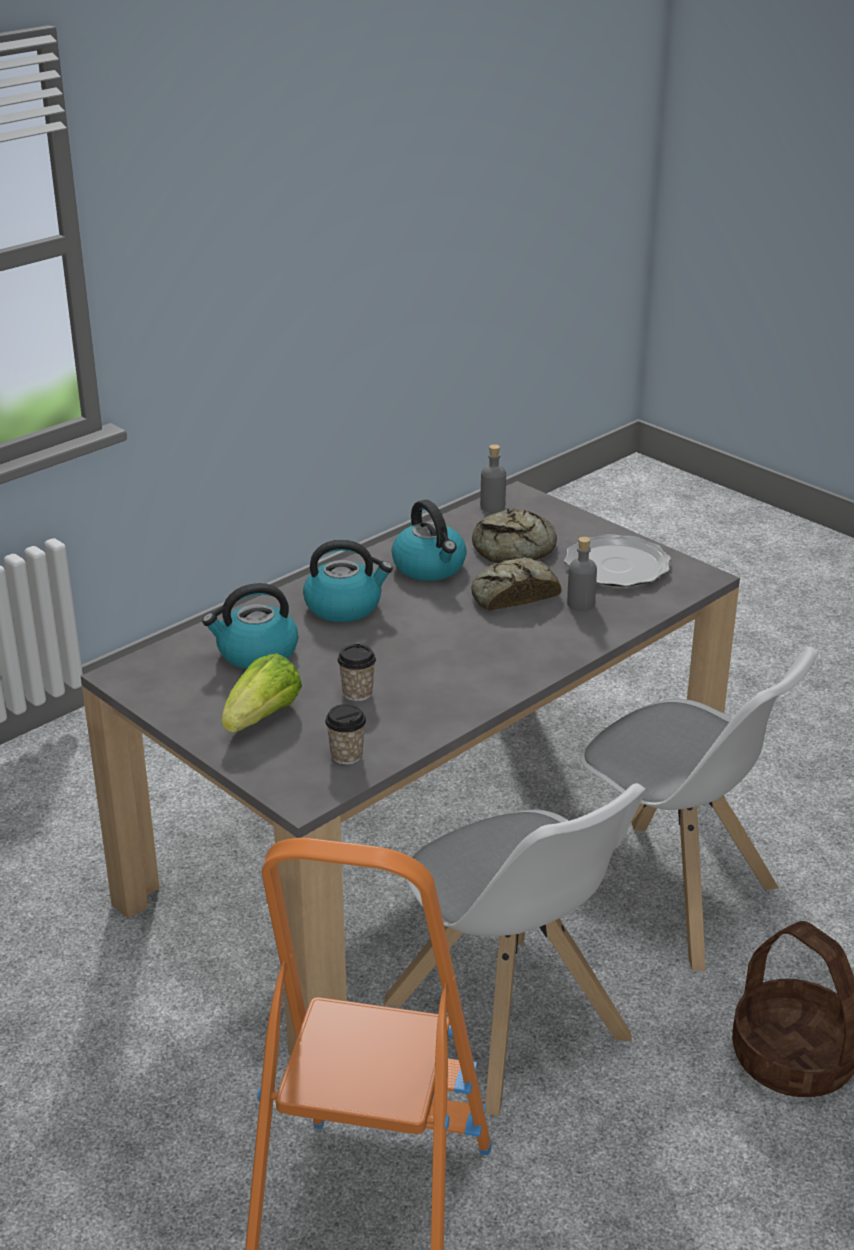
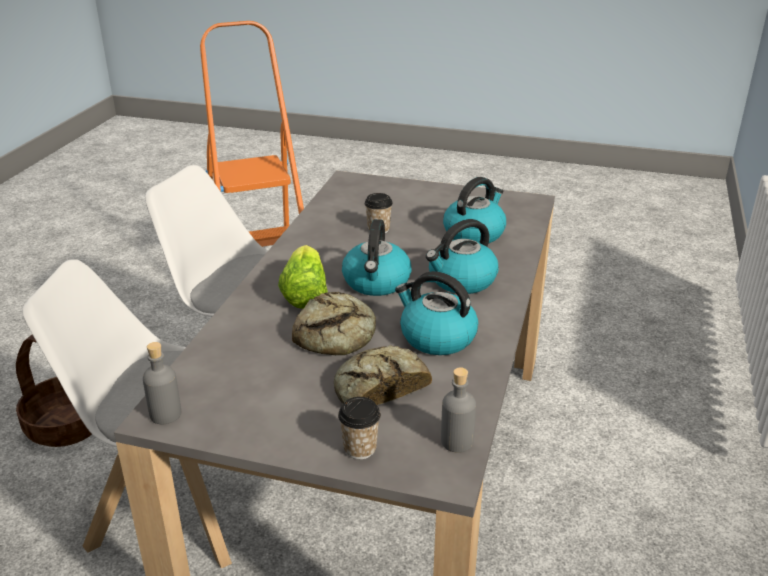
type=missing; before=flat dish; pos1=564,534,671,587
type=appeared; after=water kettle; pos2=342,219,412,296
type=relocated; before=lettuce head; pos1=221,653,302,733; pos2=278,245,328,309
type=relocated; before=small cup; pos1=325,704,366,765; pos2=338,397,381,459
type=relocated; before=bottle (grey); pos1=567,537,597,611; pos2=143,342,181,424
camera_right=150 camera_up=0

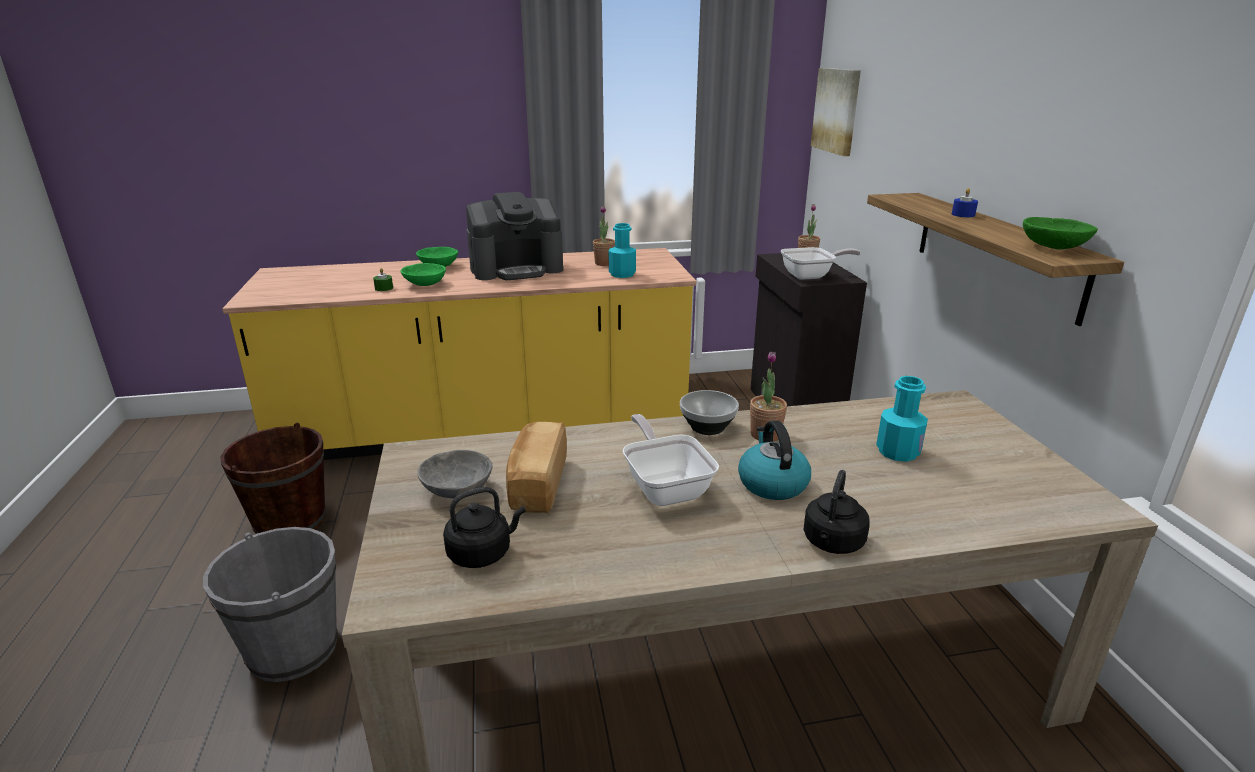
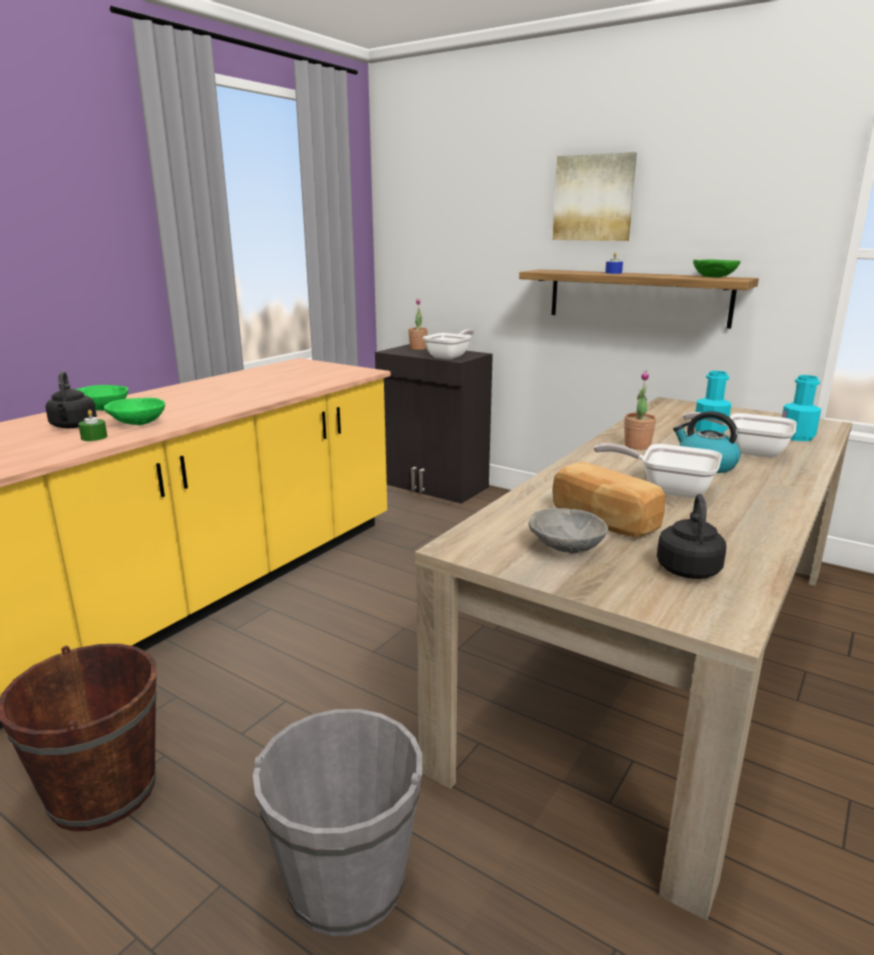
type=missing; before=coffee maker; pos1=466,192,563,280
type=missing; before=plant in a pot; pos1=593,206,615,266
type=missing; before=serving bowl; pos1=680,390,739,435
type=appeared; after=pan; pos2=683,412,797,458
type=relocated; before=bottle (turquoise-coloured); pos1=609,223,636,278; pos2=782,375,821,441
type=relocated; before=water kettle (black-coloured); pos1=803,470,870,554; pos2=46,371,97,428
type=relocated; before=wall art; pos1=811,68,861,156; pos2=552,152,637,241
camera_right=-45 camera_up=-5

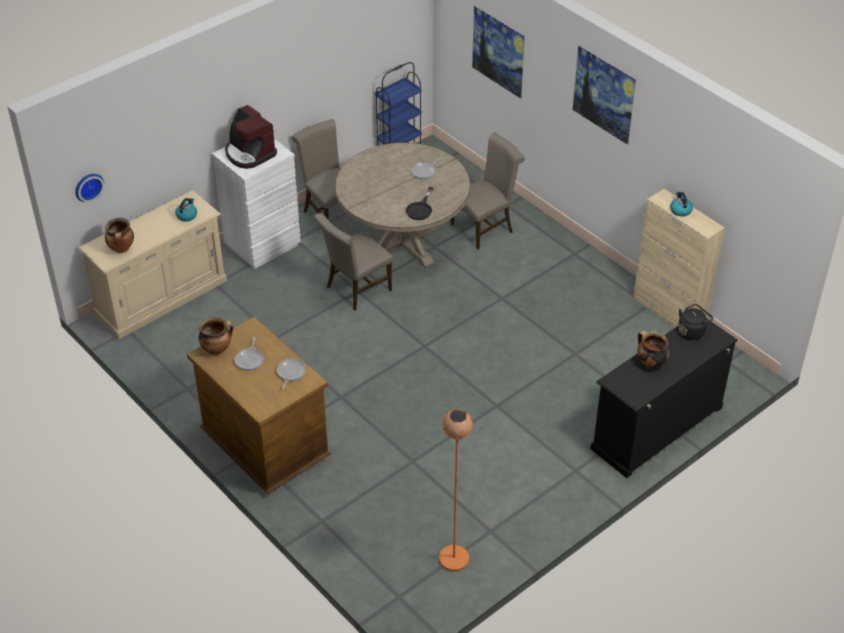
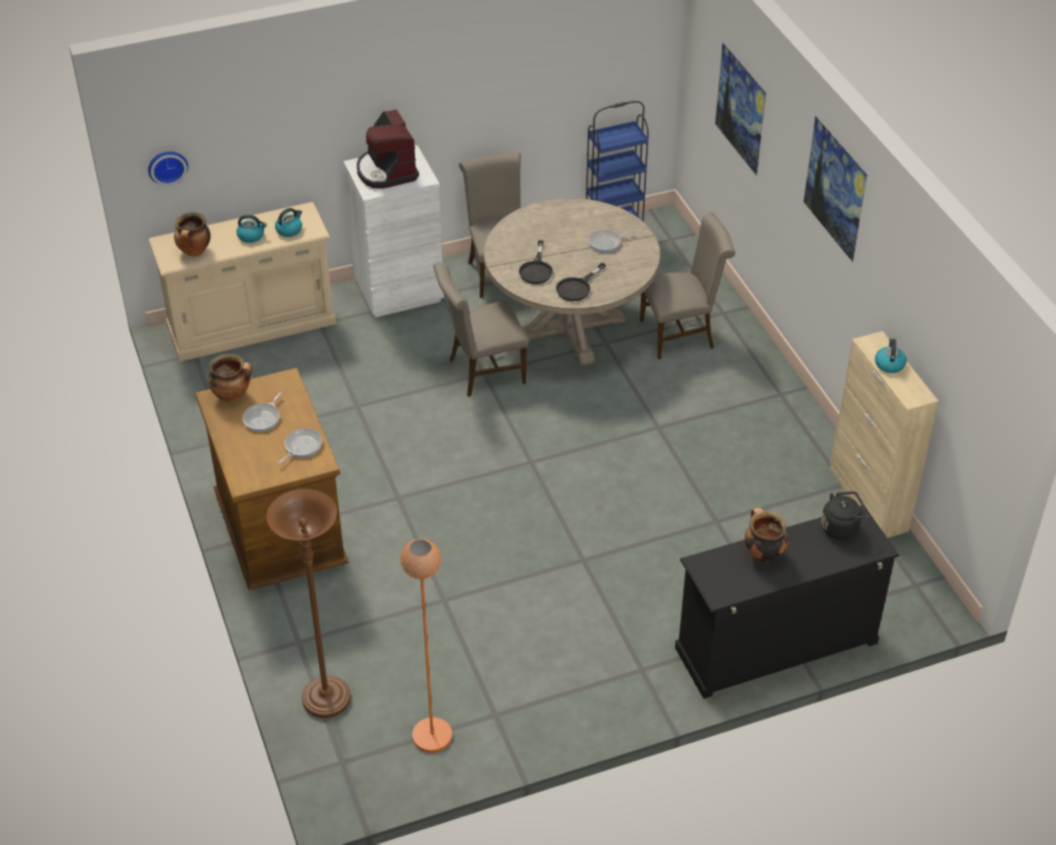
type=appeared; after=water kettle; pos2=236,215,267,243
type=appeared; after=standard lamp (brown-coloured); pos2=267,489,351,718
type=appeared; after=pan (black-coloured); pos2=519,240,553,284
camera_right=20 camera_up=0

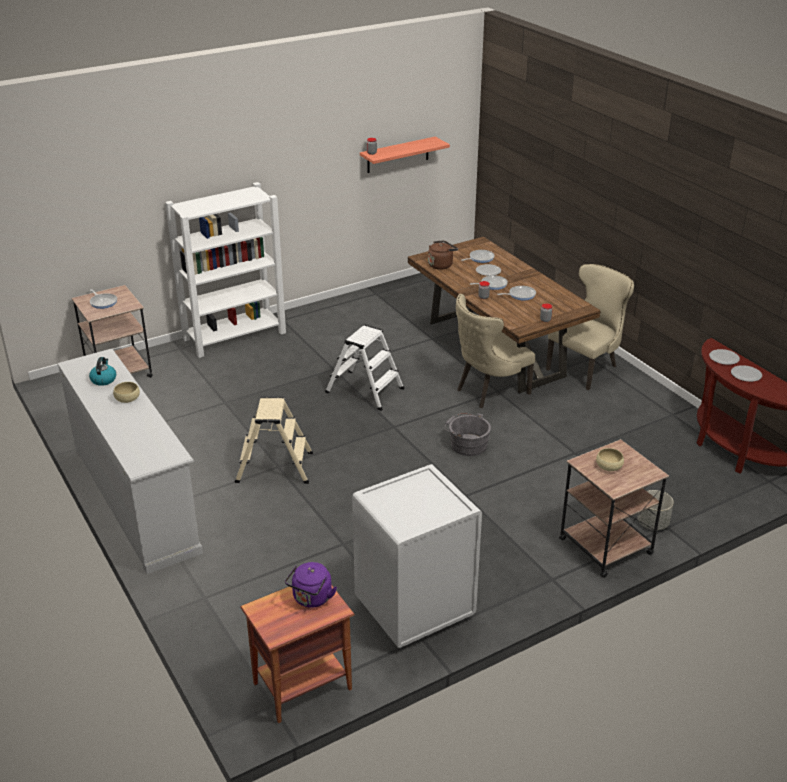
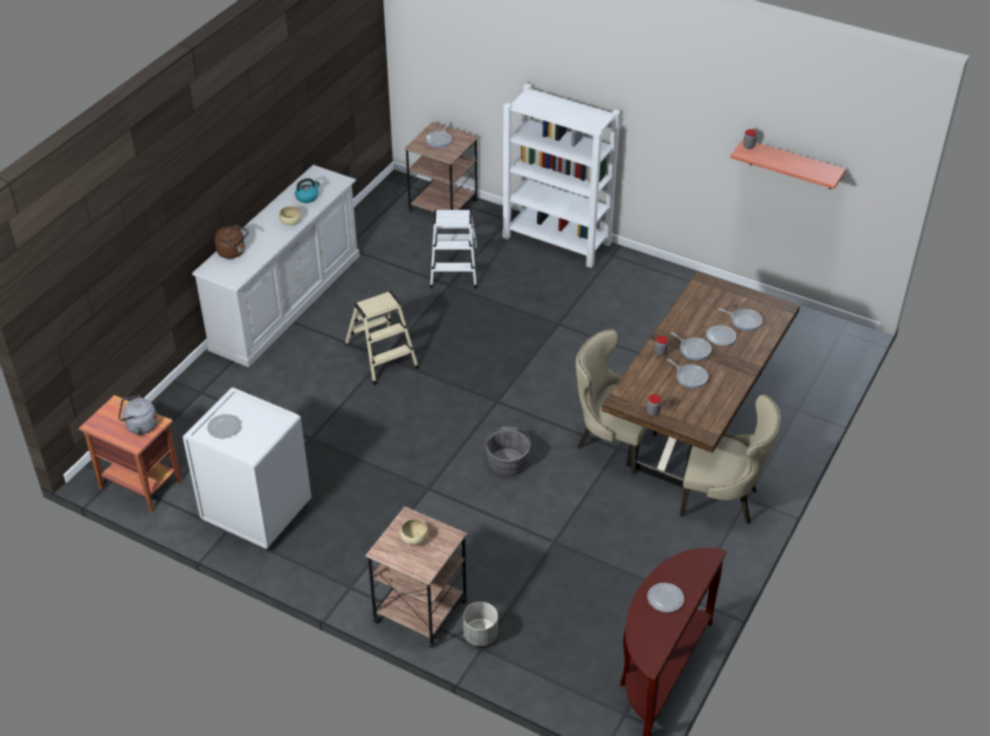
type=relocated; before=stepladder (white-coloured); pos1=325,324,405,411; pos2=430,210,478,289
type=relocated; before=water kettle (brown-coloured); pos1=428,241,458,270; pos2=215,224,249,259
type=relocated; before=flat dish; pos1=709,349,740,365; pos2=207,414,241,438
type=colour; before=water kettle (purplish); after=water kettle (grey); pos1=285,562,337,608; pos2=118,395,158,435
camera_right=60 camera_up=10

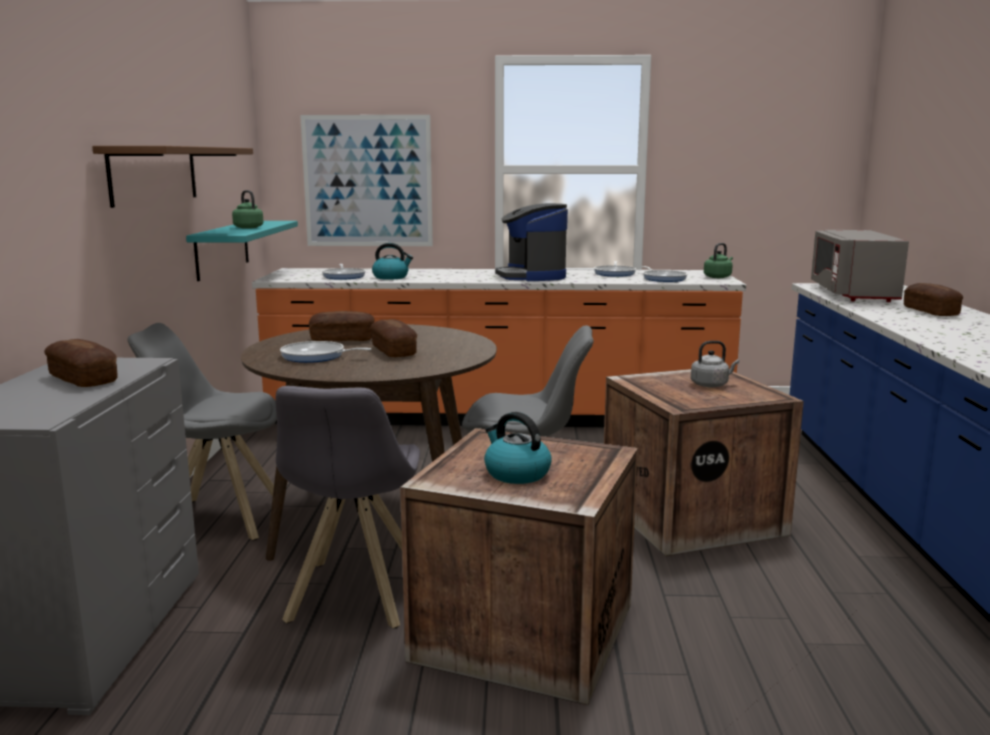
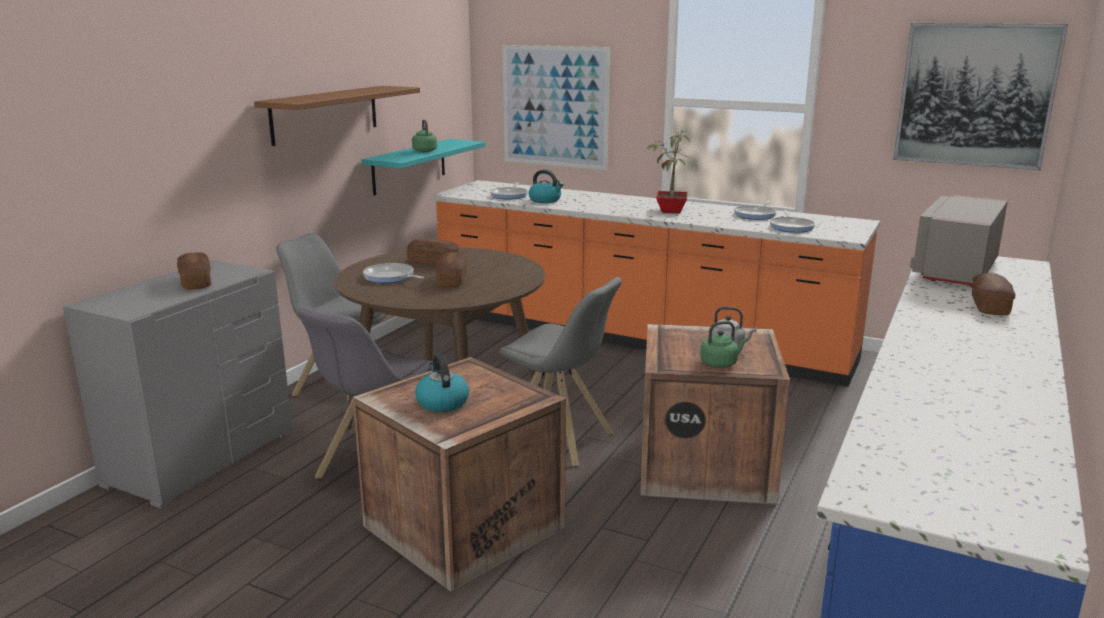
type=appeared; after=wall art; pos2=893,23,1068,170
type=relocated; before=water kettle (green); pos1=704,243,733,278; pos2=700,321,748,368
type=exchanged; before=coffee maker; after=plant in a pot; pos1=495,203,568,281; pos2=647,130,697,213
camera_right=25 camera_up=5

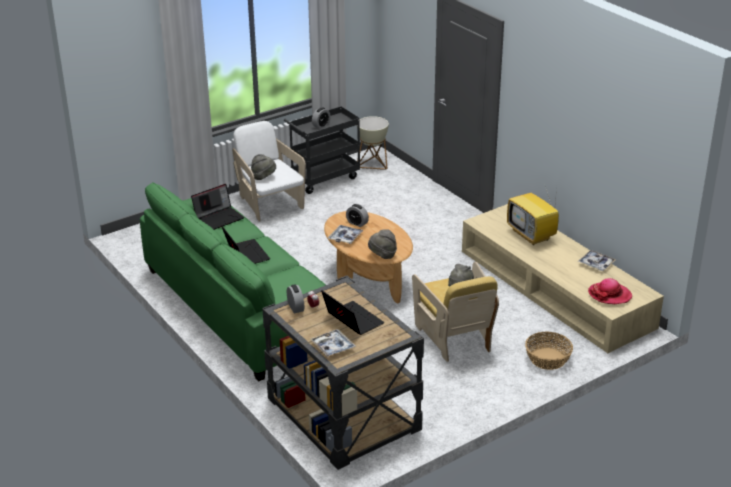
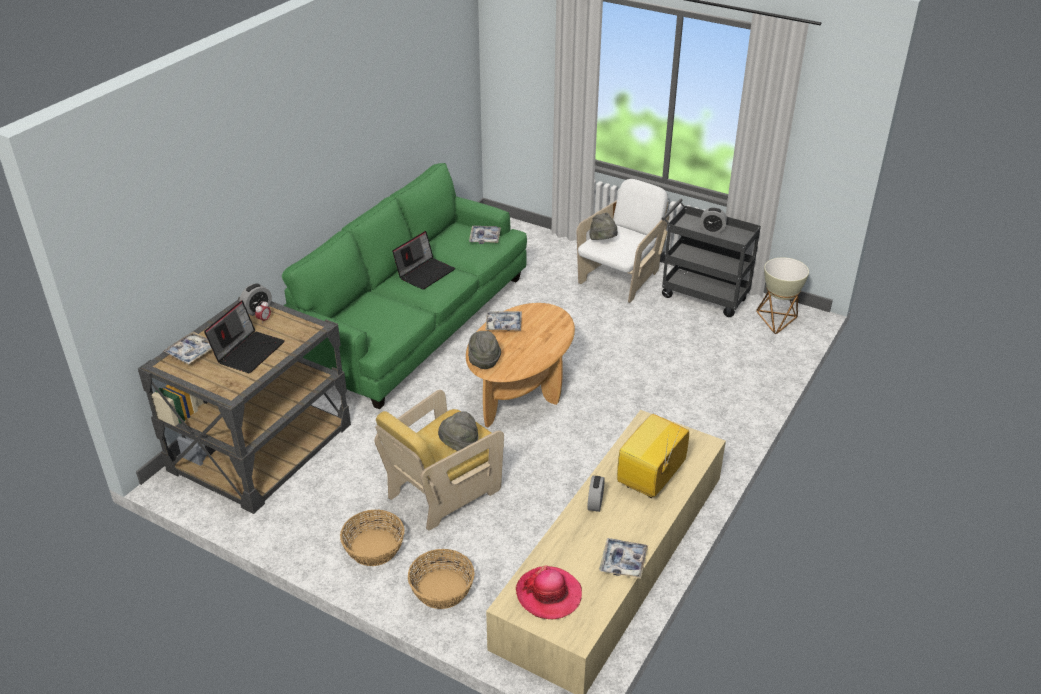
type=appeared; after=household basket; pos2=340,509,405,566
type=relocated; before=alarm clock; pos1=346,204,369,227; pos2=587,476,605,512
type=exchanged; before=portable computer; after=tray; pos1=191,184,244,230; pos2=469,226,501,244
camera_right=65 camera_up=5

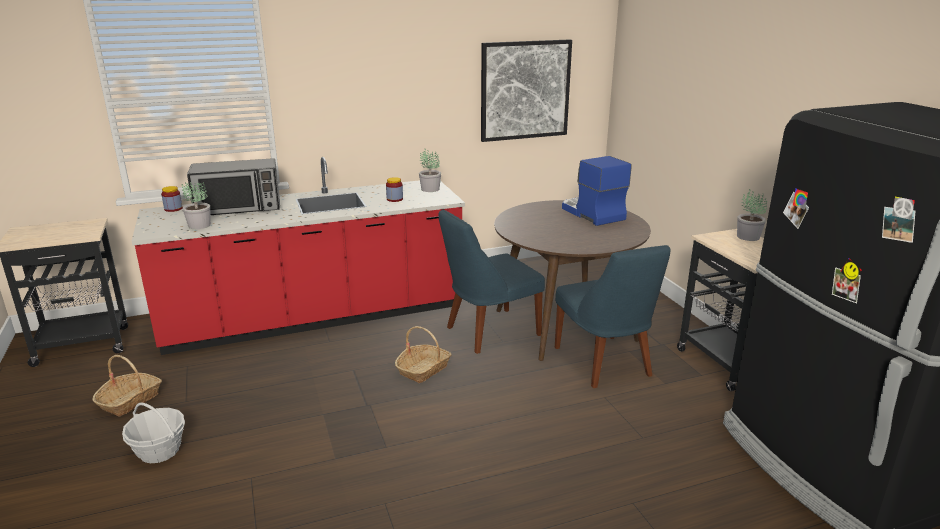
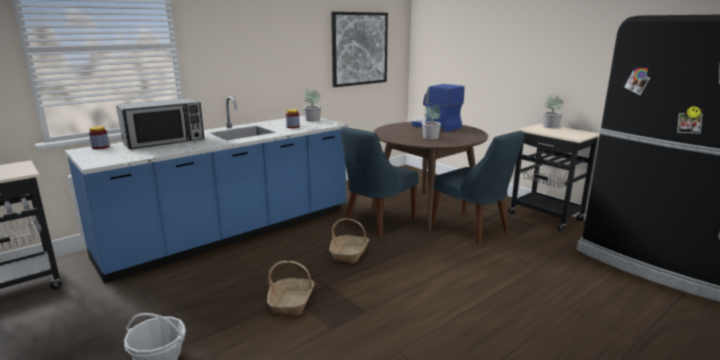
type=relocated; before=household basket; pos1=92,355,162,417; pos2=267,261,314,316
type=relocated; before=plant in a pot; pos1=182,181,211,229; pos2=422,105,441,139
type=colour; before=kitchen counter (reddish); after=kitchen counter (blue-coloured); pos1=132,157,465,355; pos2=65,96,349,283
camera_right=-20 camera_up=-5

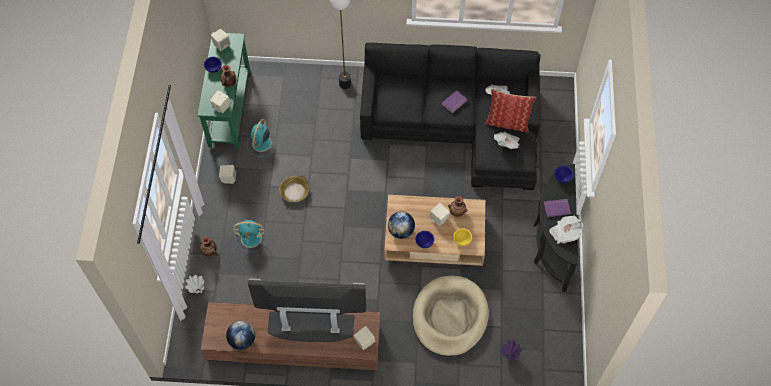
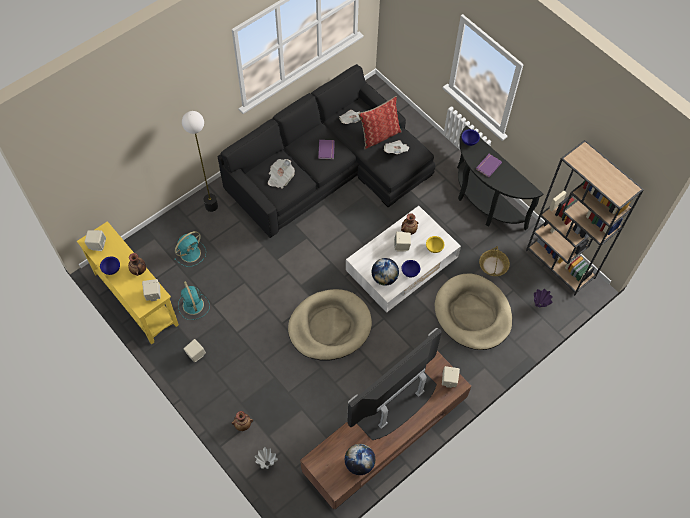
type=appeared; after=dog bed (sand-coloured); pos2=288,289,372,360
type=appeared; after=bookcase; pos2=526,140,644,296
type=relocated; before=electric fan (turquoise-coloured); pos1=233,219,267,252; pos2=175,231,206,267
type=relocated; before=household basket; pos1=279,176,309,202; pos2=479,246,510,276
type=relocated; before=daily paper; pos1=549,216,583,244; pos2=268,159,295,189
type=colour; before=hall table (green); after=hall table (yellow-coloured); pos1=197,32,251,149; pos2=77,221,179,345
type=colour; before=low table (brown-coloured); after=low table (white-coloured); pos1=384,195,486,266; pos2=346,206,461,313
camera_right=-45 camera_up=0

